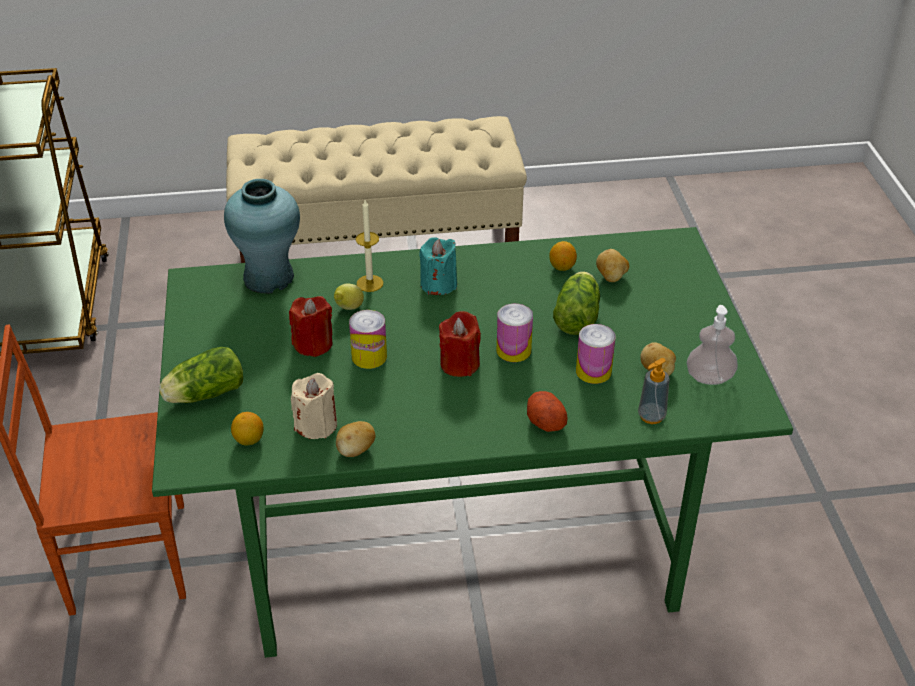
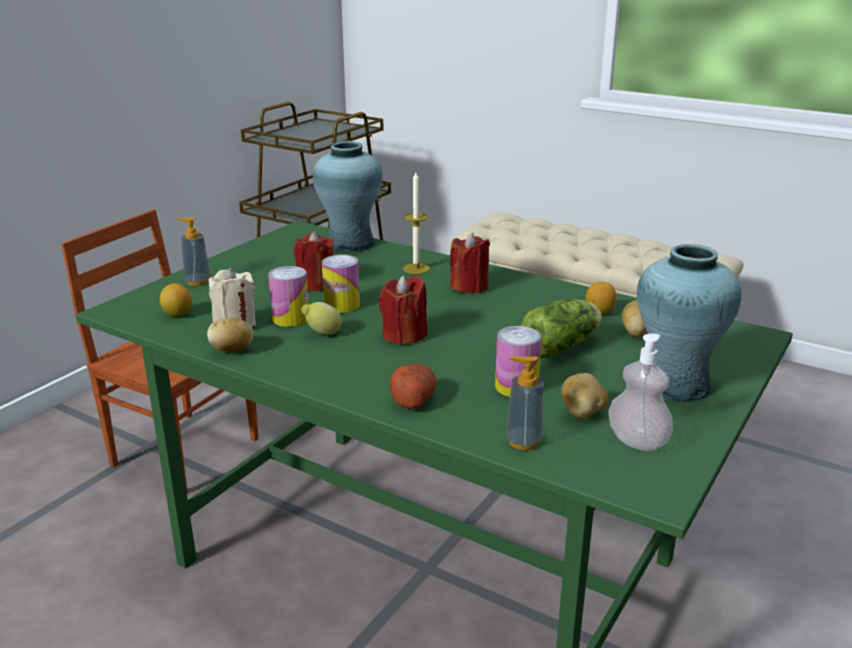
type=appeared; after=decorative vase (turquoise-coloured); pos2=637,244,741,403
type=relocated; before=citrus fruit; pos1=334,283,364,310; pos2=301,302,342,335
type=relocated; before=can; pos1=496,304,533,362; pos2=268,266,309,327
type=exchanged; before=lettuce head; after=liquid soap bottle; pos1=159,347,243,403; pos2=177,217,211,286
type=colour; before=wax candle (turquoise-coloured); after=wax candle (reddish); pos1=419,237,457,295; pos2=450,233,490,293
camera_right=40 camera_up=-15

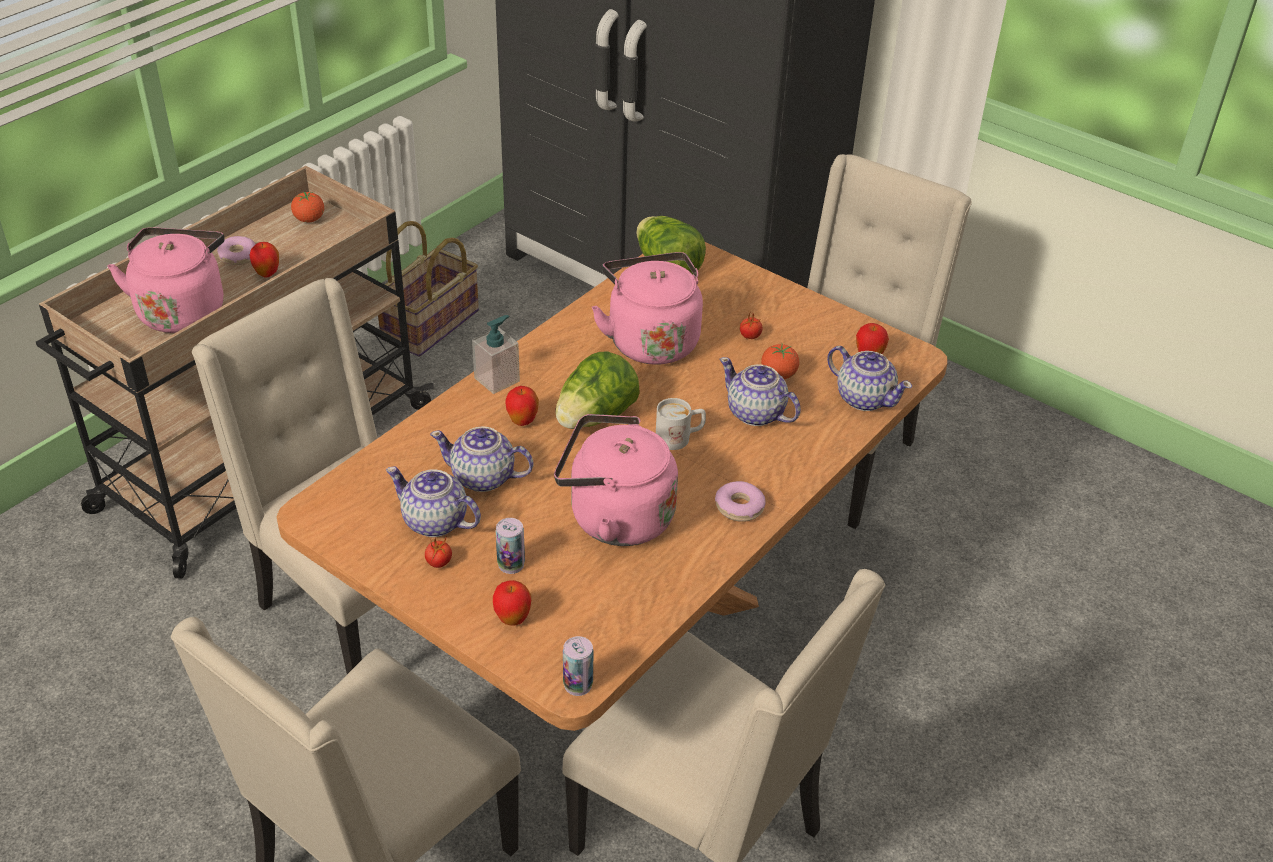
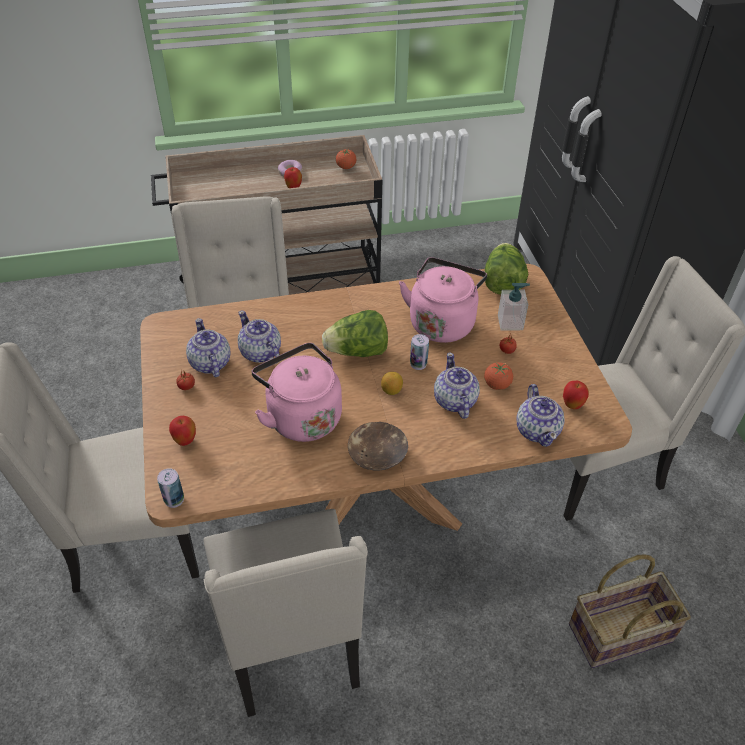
type=missing; before=water kettle (pink); pos1=108,227,225,333
type=missing; before=whole apple; pos1=505,386,539,426
type=relocated; before=household basket; pos1=378,221,479,357; pos2=569,554,691,668
type=relocated; before=liquid soap bottle; pos1=472,315,520,394; pos2=498,283,530,331
type=relocated; before=can; pos1=496,518,525,574; pos2=410,334,429,370
type=exchanged; before=tea mug (white-coloured); after=citrus fruit; pos1=656,398,706,450; pos2=381,372,403,395
type=exchanged; before=ring doughnut; after=serving bowl (brown-coloured); pos1=715,481,765,522; pos2=348,422,408,471
camera_right=40 camera_up=5

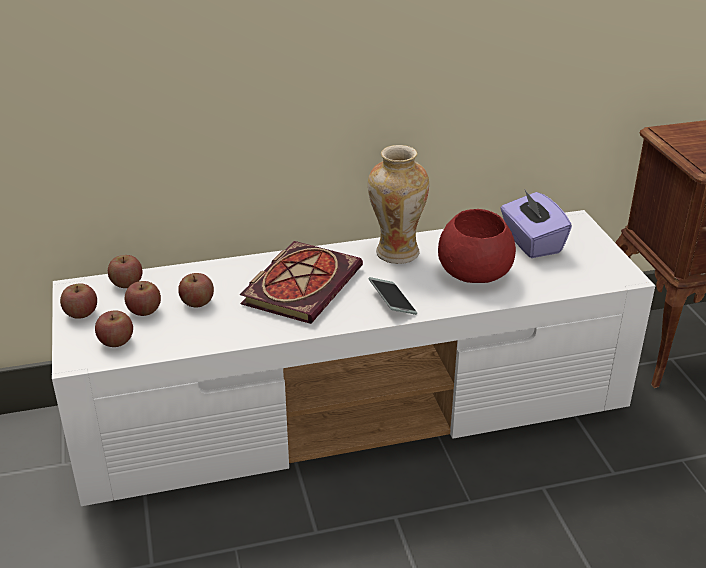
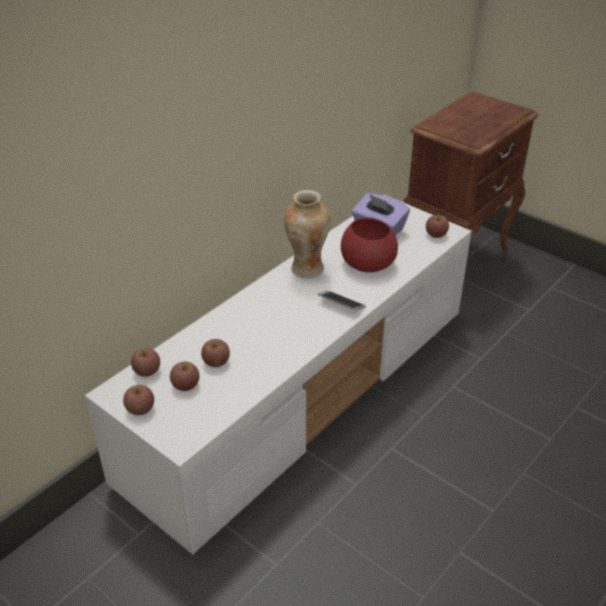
type=missing; before=volume; pos1=240,241,363,324
type=relocated; before=whole apple; pos1=95,310,133,347; pos2=426,215,449,238
camera_right=-35 camera_up=5

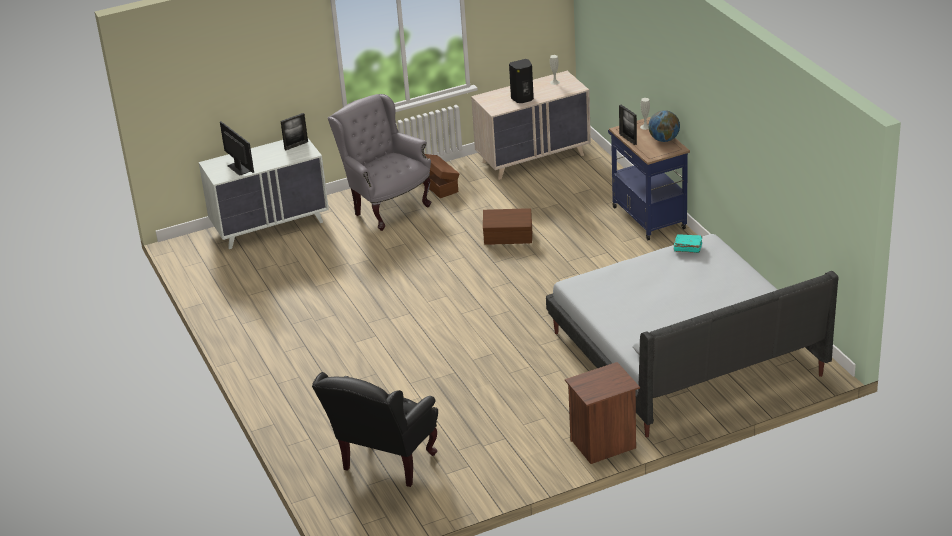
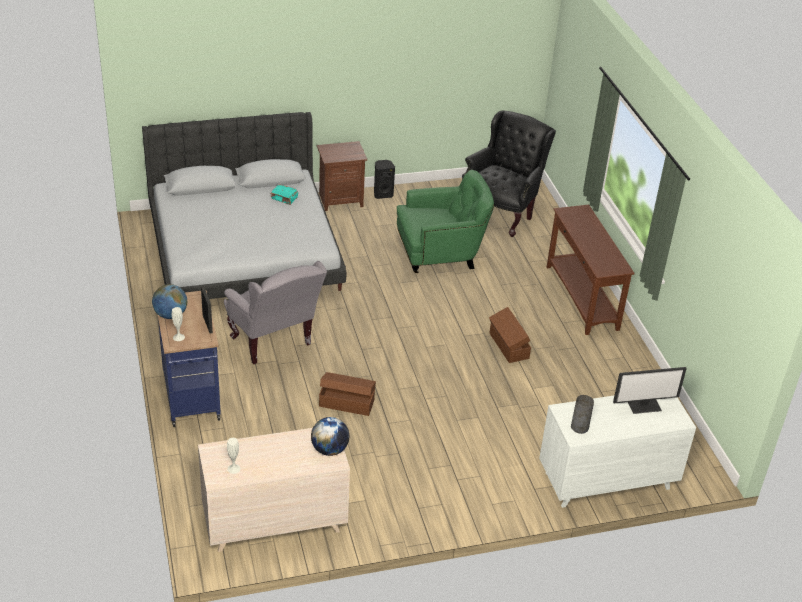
type=appeared; after=world globe; pos2=311,417,349,456
type=appeared; after=lounge chair (green); pos2=397,170,494,273
type=appeared; after=hall table (brown-coloured); pos2=546,205,635,335
type=relocated; before=lounge chair (grey); pos1=328,94,431,231; pos2=224,261,327,364
type=relocated; before=storage container (brown-coloured); pos1=423,154,460,198; pos2=489,307,531,363
type=relocated; before=audio speaker (black-coloured); pos1=509,59,534,103; pos2=374,160,395,199
type=relocated; before=volume (turquoise-coloured); pos1=674,234,702,253; pos2=270,184,298,205
type=exchanged; before=standing frame; after=decorative vase (grey); pos1=281,113,308,150; pos2=571,395,594,434
type=spun; before=computer display; pos1=220,121,254,176; pos2=613,367,687,414; turn=-75
camera_right=-175 camera_up=5

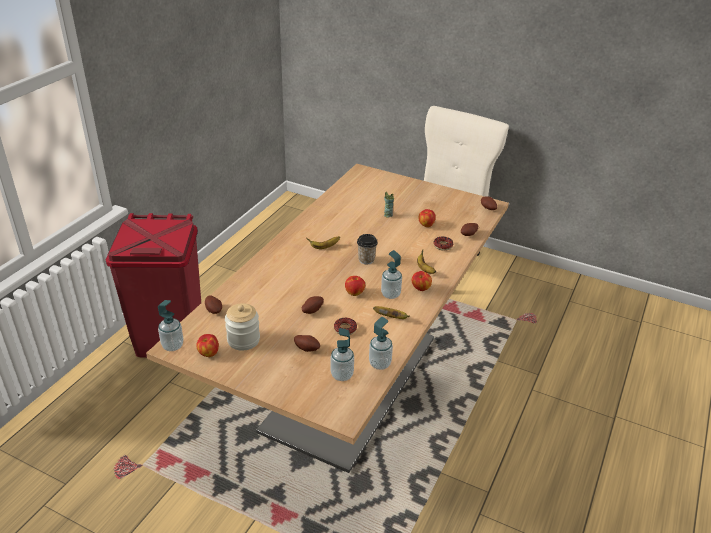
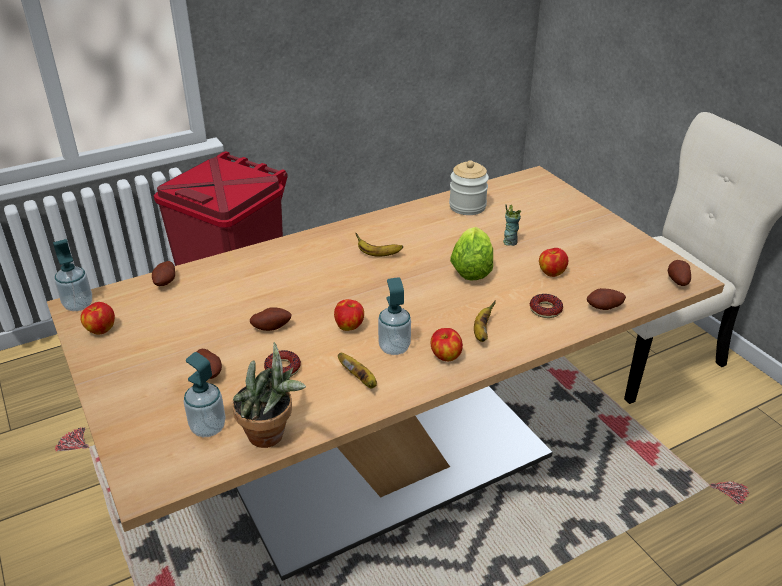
type=missing; before=small cup; pos1=357,234,378,265
type=appeared; after=lettuce head; pos2=450,227,493,281
type=relocated; before=storage jar; pos1=225,303,260,351; pos2=449,160,489,215
type=exchanged; before=liquid soap bottle; after=plant in a pot; pos1=369,317,393,370; pos2=232,342,306,448
camera_right=35 camera_up=0

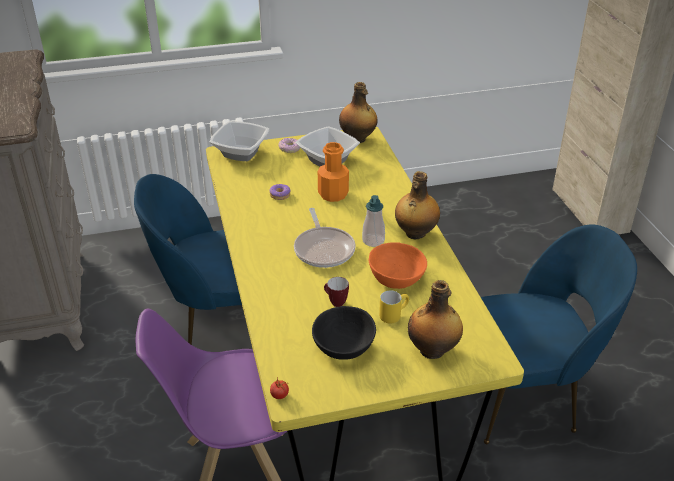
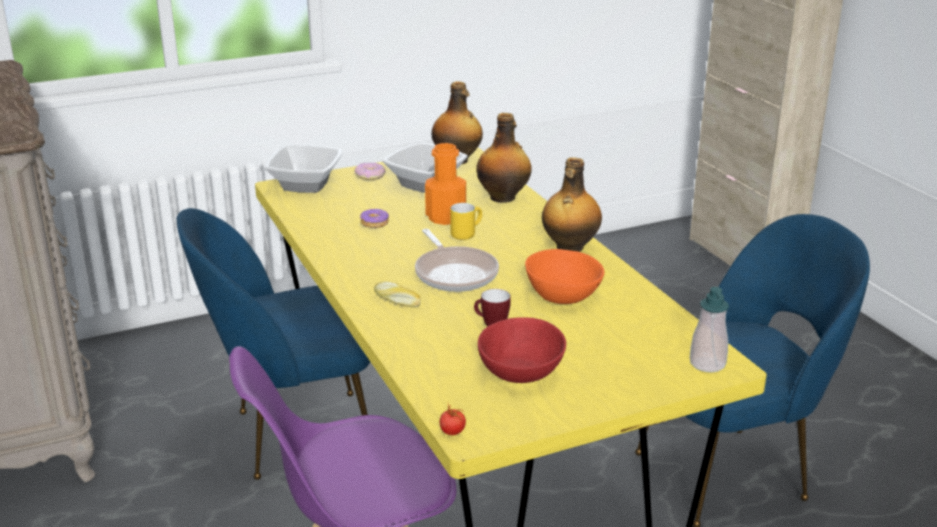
type=appeared; after=bread; pos2=374,281,421,307
type=relocated; before=liquid soap bottle; pos1=362,195,385,247; pos2=690,287,729,373
type=relocated; before=tea mug (yellow-coloured); pos1=379,290,409,324; pos2=450,203,482,240
type=relocated; before=bottle; pos1=408,280,463,359; pos2=476,113,532,203
type=colour; before=serving bowl (black-coloured); after=serving bowl (reddish); pos1=312,306,376,360; pos2=478,318,566,383
camera_right=-10 camera_up=-10

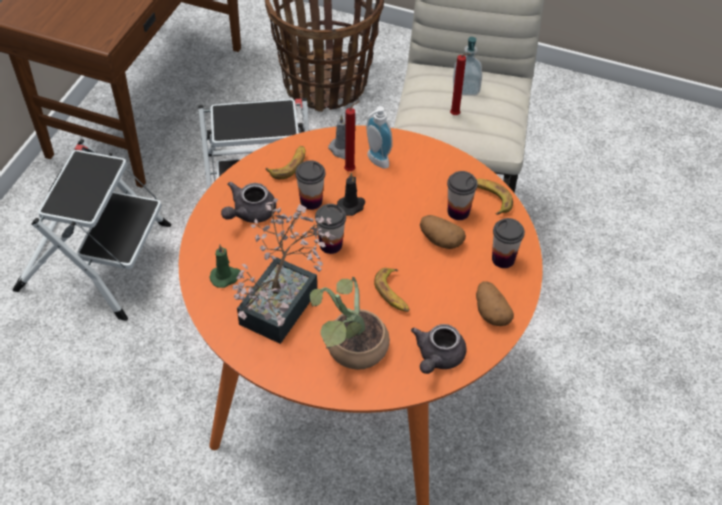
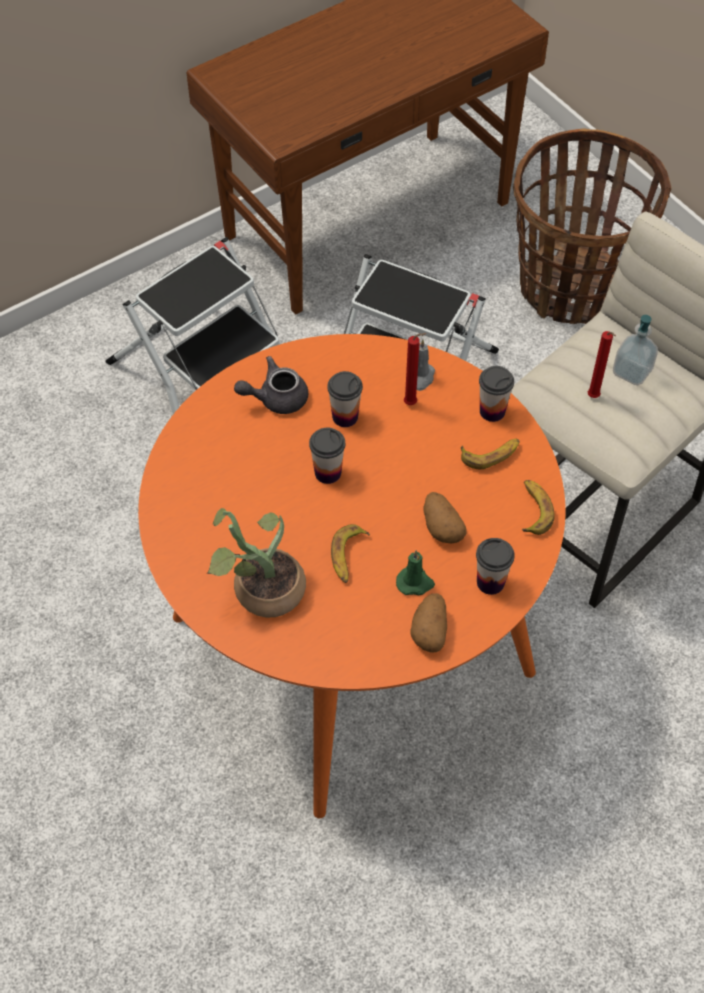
type=missing; before=plant in a pot; pos1=233,198,335,344
type=missing; before=wax candle (black-coloured); pos1=337,172,365,216
type=missing; before=liquid soap bottle; pos1=366,106,393,169
type=missing; before=pot for tea (grey); pos1=411,324,466,374
type=relocated; before=wax candle (green); pos1=209,244,241,288; pos2=396,550,435,595
type=relocated; before=whole banana; pos1=266,146,305,179; pos2=461,439,520,469
type=relocated; before=small cup; pos1=447,171,478,220; pos2=479,366,514,422
camera_right=35 camera_up=5

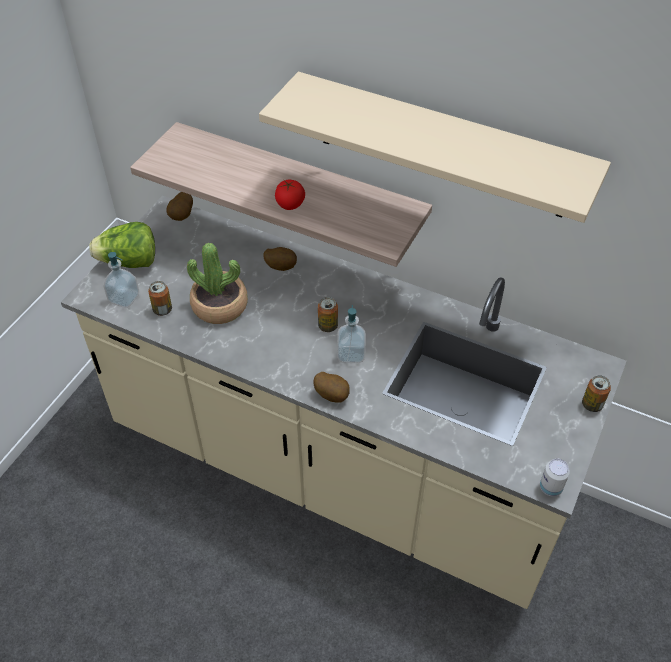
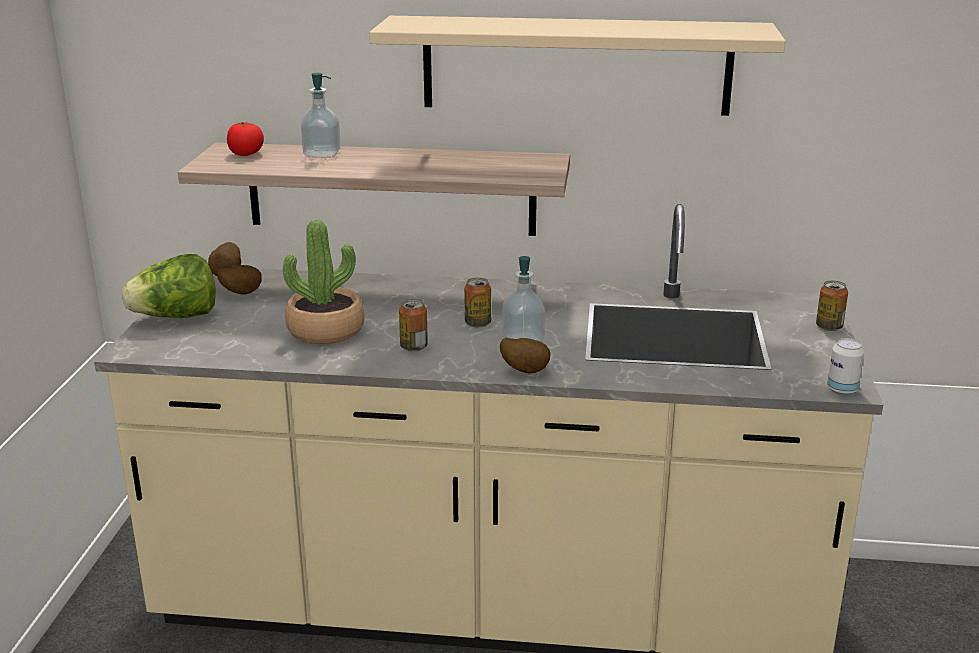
type=relocated; before=liquid soap bottle; pos1=104,252,139,308; pos2=301,73,341,158
type=relocated; before=can; pos1=148,281,172,316; pos2=399,299,428,352
type=relocated; before=whole potato; pos1=263,247,297,271; pos2=217,265,262,295
type=relocated; before=tomato; pos1=275,180,305,210; pos2=227,122,264,156
camera_right=-20 camera_up=-25

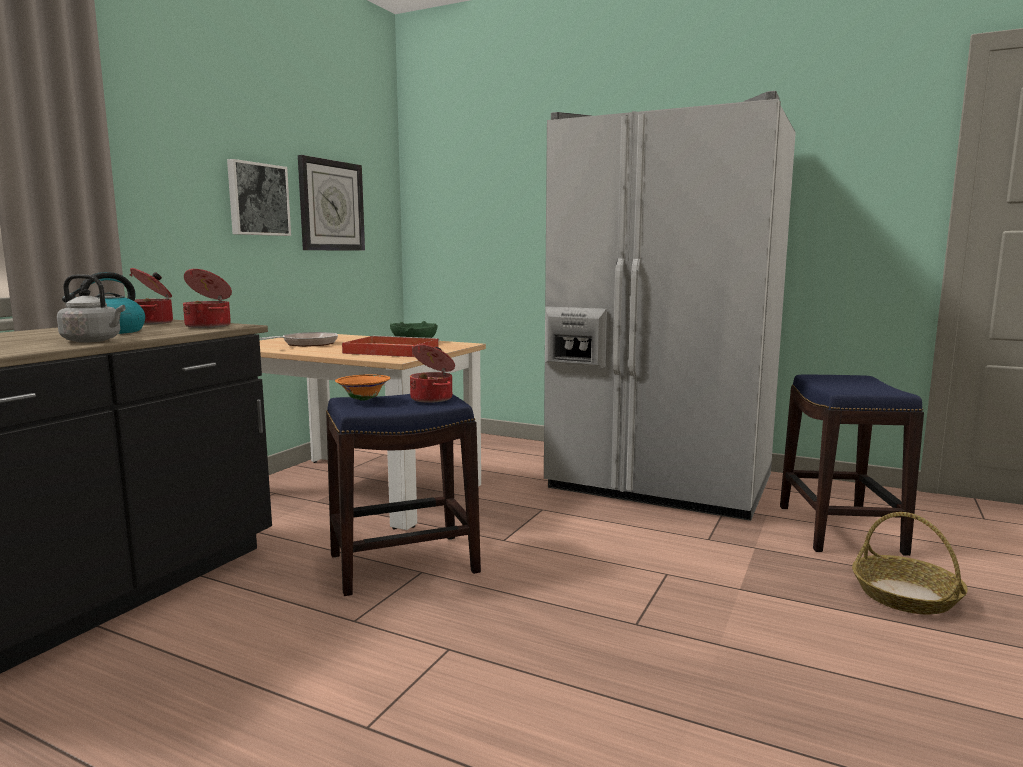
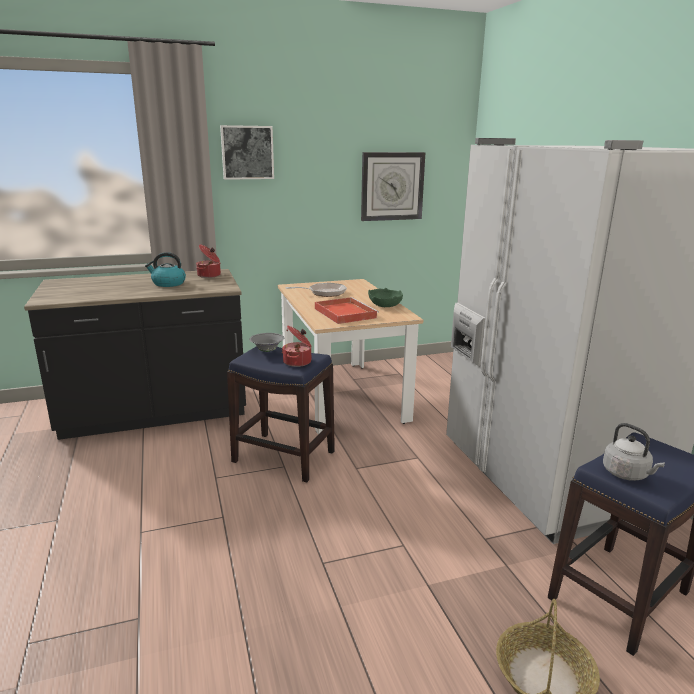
type=missing; before=stockpot; pos1=183,269,232,328
type=relocated; before=water kettle (grey); pos1=57,274,125,343; pos2=603,423,665,481
type=relocated; before=wall art; pos1=227,159,291,236; pos2=220,125,274,180
type=colour; before=serving bowl (orange-coloured); after=serving bowl (grey); pos1=335,374,390,401; pos2=249,333,284,352
camera_right=45 camera_up=10

